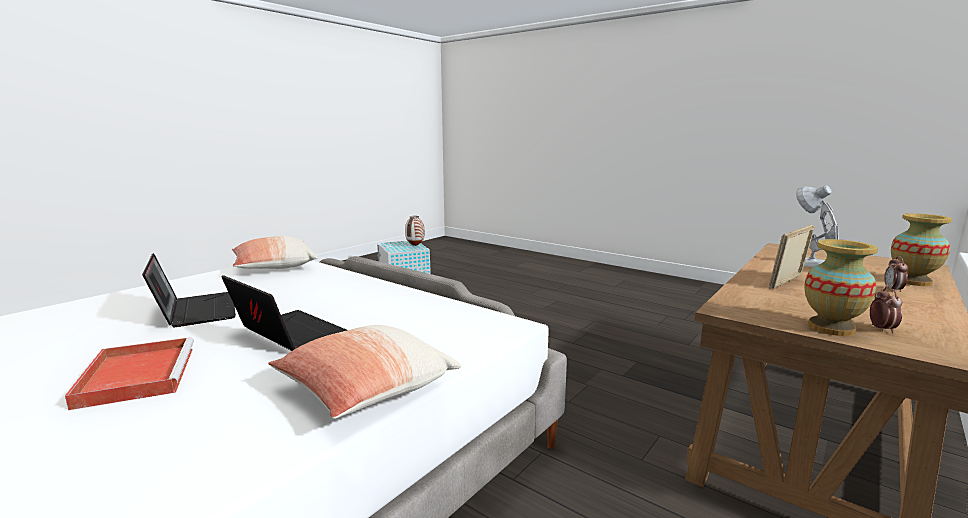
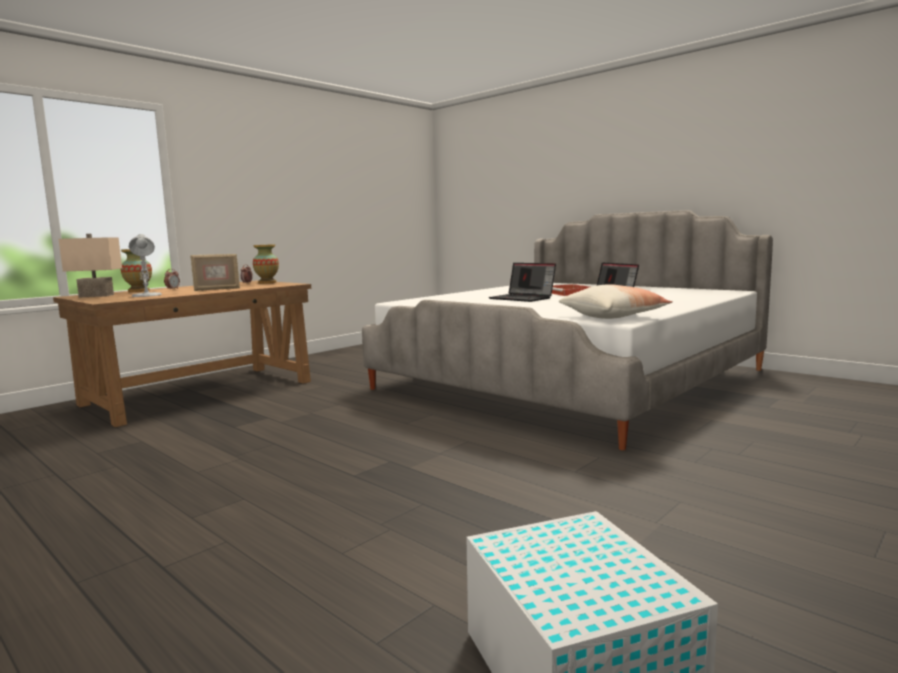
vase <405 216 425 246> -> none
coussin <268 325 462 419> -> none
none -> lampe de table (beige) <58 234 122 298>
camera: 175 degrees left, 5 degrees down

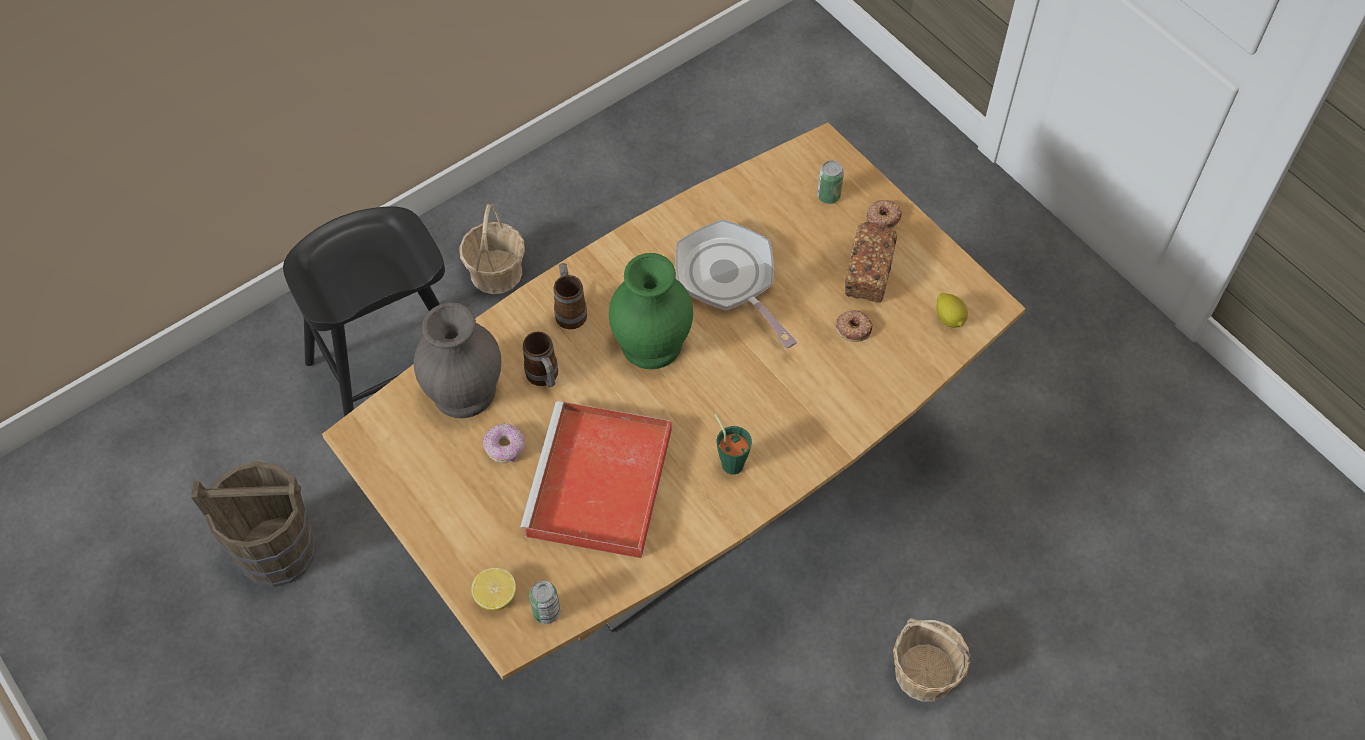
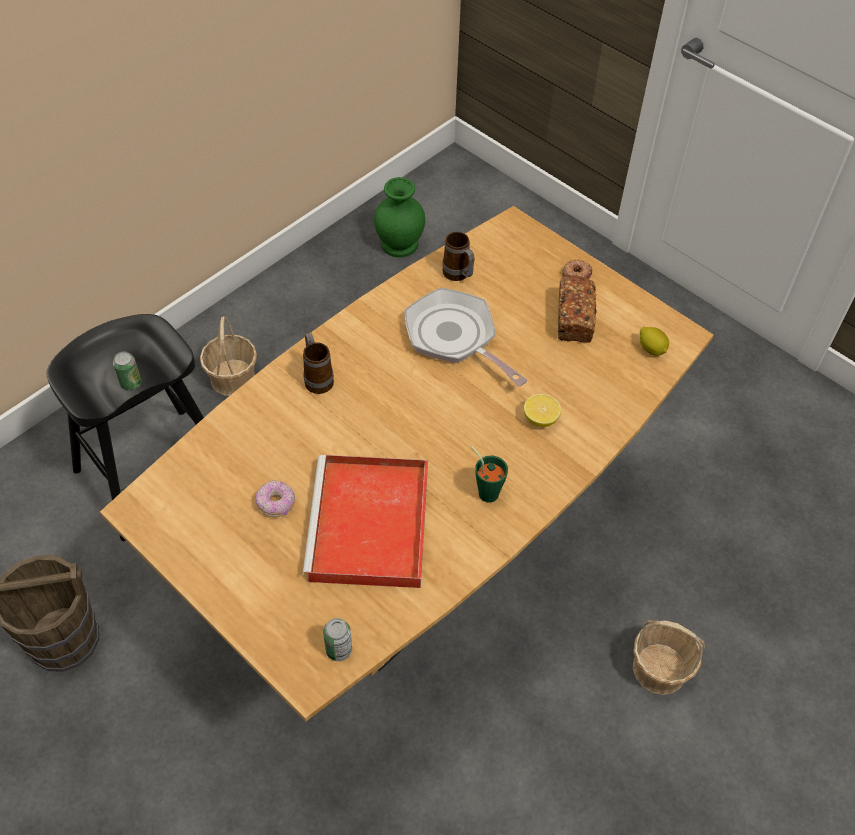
boîte métallique <817 161 844 204> -> boîte métallique <113 351 142 391>, moved
vase (vert) <609 253 693 369> -> vase (vert) <374 177 425 257>, moved
vase (gris) <414 302 501 418> -> none
beignet <835 310 873 342> -> none
mug <523 332 558 387> -> mug <442 232 475 281>, moved
citron <471 568 516 611> -> citron <524 394 561 427>, moved
camera: 10 degrees left, 5 degrees down

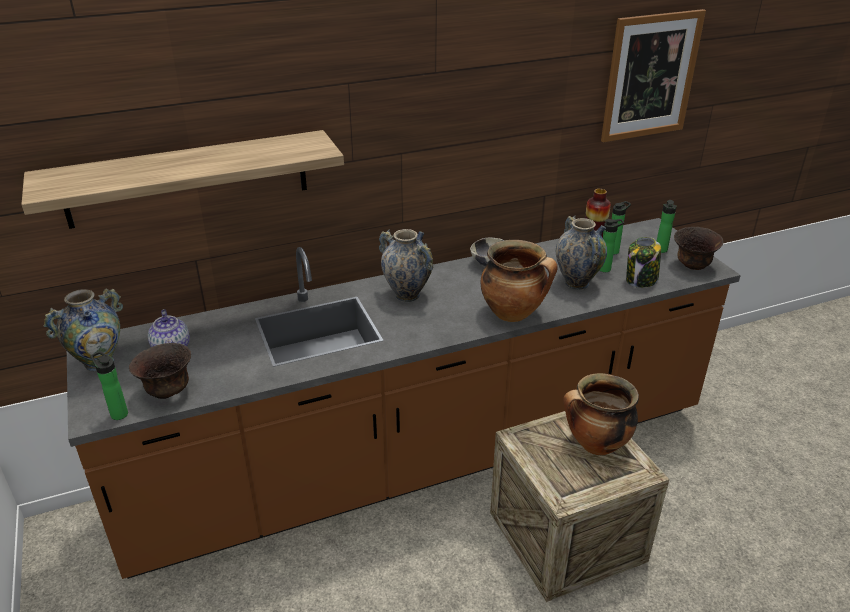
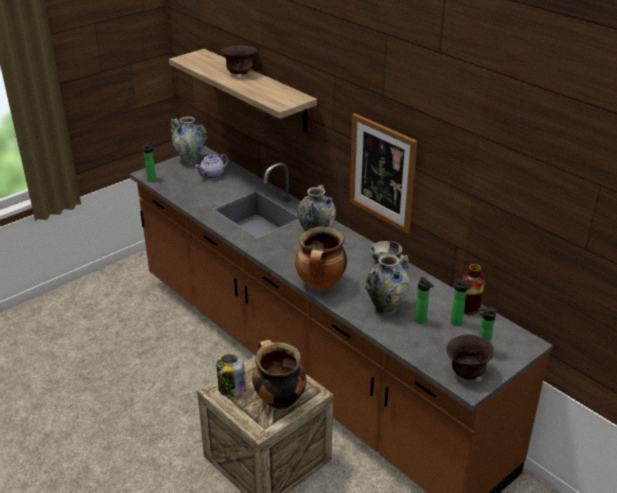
tableau <601 9 706 142> -> tableau <350 113 417 233>, moved
bocal <626 237 661 288> -> bocal <216 354 246 397>, moved
bol (marron) <129 343 191 399> -> bol (marron) <221 45 257 74>, moved
camera: 70 degrees right, 0 degrees up

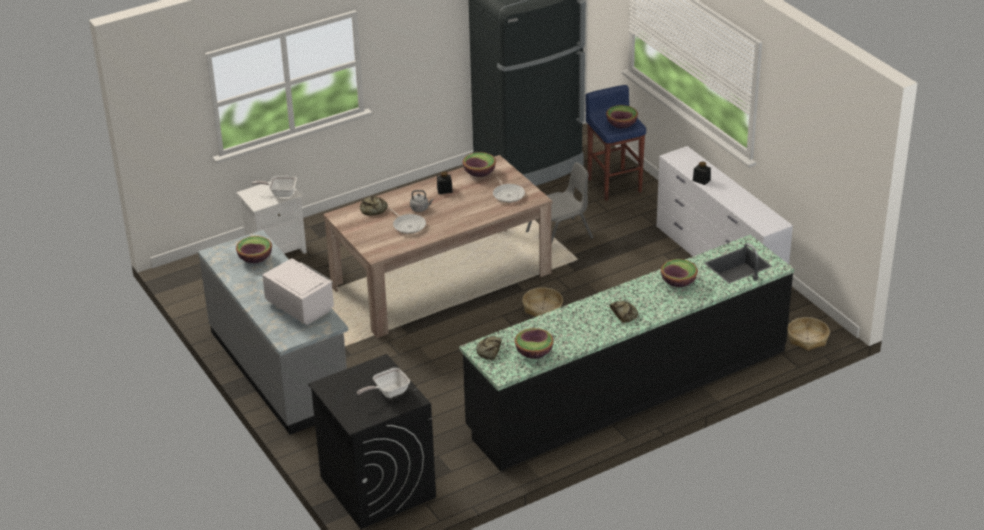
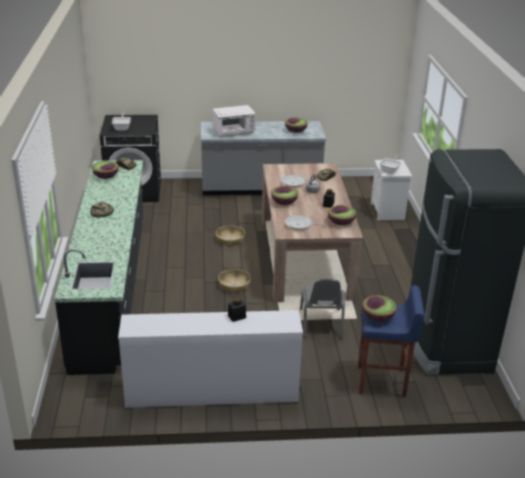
bol <661 259 698 288> -> bol <271 186 298 205>, moved
panier <787 317 830 351> -> panier <216 226 245 247>, moved
camera: 115 degrees right, 5 degrees down

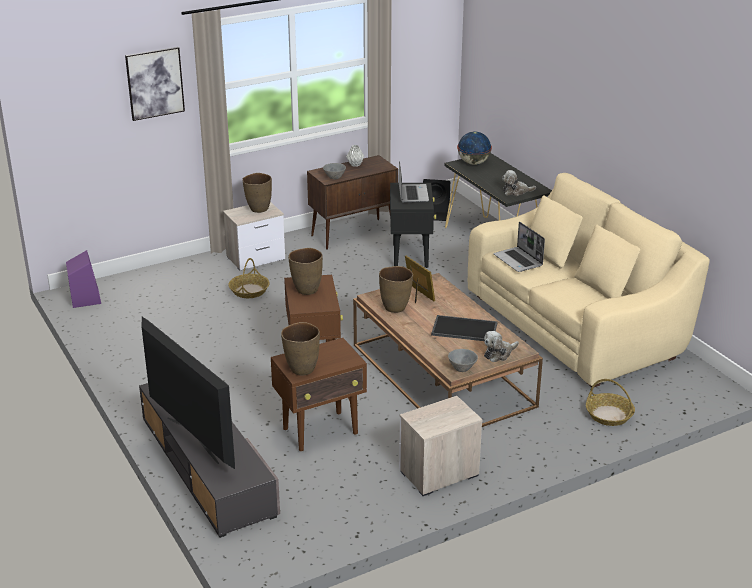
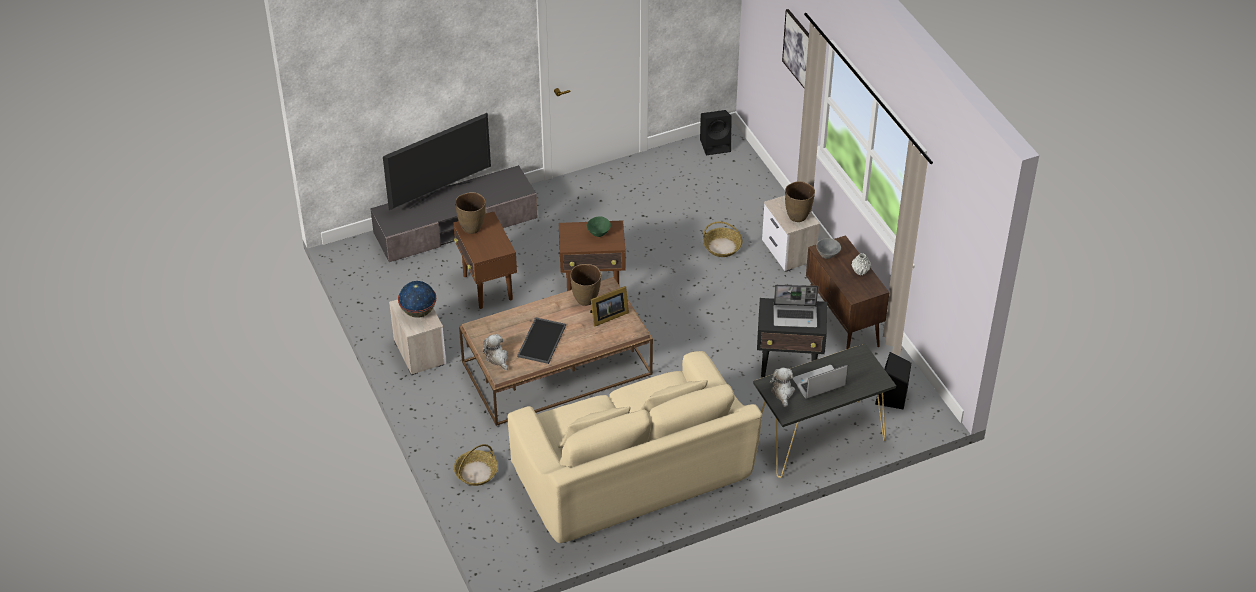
globe <457 131 492 165> -> globe <398 281 436 318>, moved
ordinateur portable <493 222 545 272> -> ordinateur portable <792 365 848 399>, moved
vase (marron) <288 248 323 295> -> bol (vert) <587 216 611 237>
enceinte (violet) <66 250 101 308> -> enceinte (noir) <700 110 731 155>
bol (gris) <448 349 478 372> -> none
camera: 95 degrees right, 15 degrees up

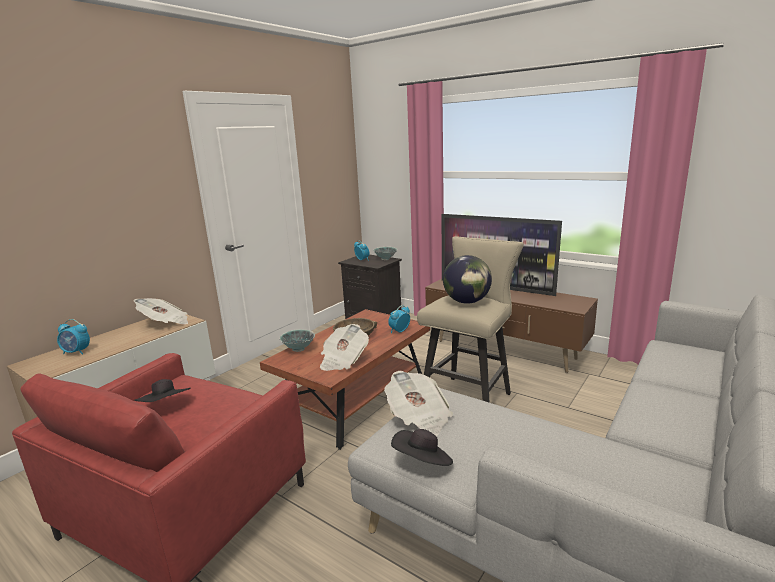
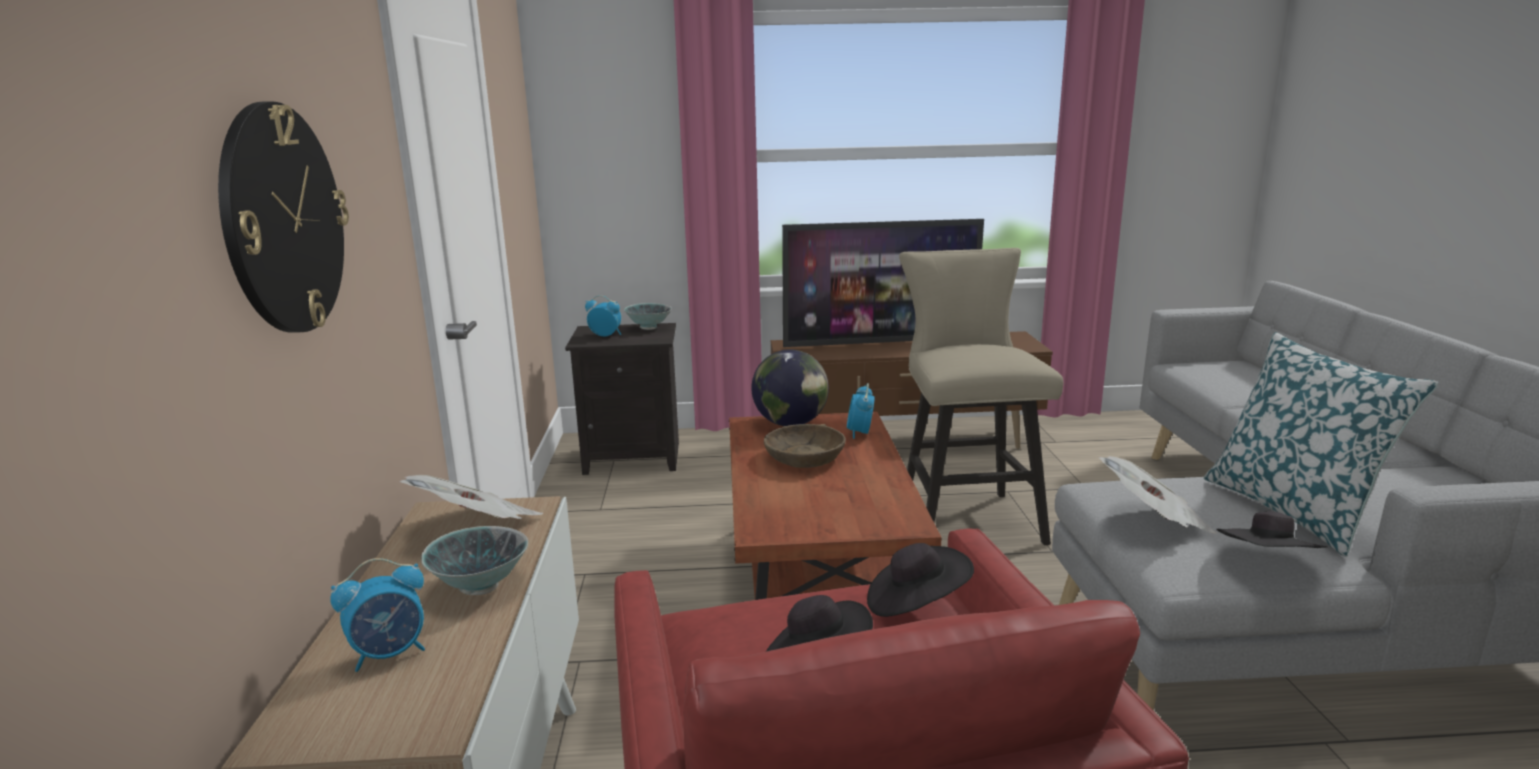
globe <443 255 492 304> -> globe <751 349 829 426>, moved
journal <320 324 369 371> -> none
bol <280 329 315 352> -> bol <421 526 528 595>, moved
none -> horloge murale <218 101 349 333>
none -> coussin <1204 332 1438 557>
none -> chapeau (noir) <867 543 974 617>
camera: 40 degrees left, 0 degrees up

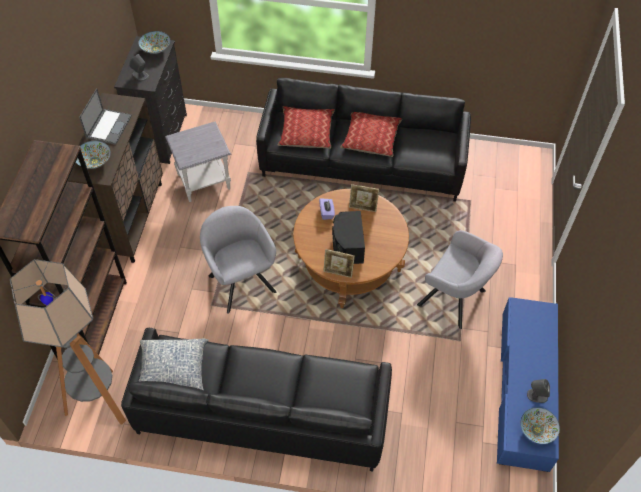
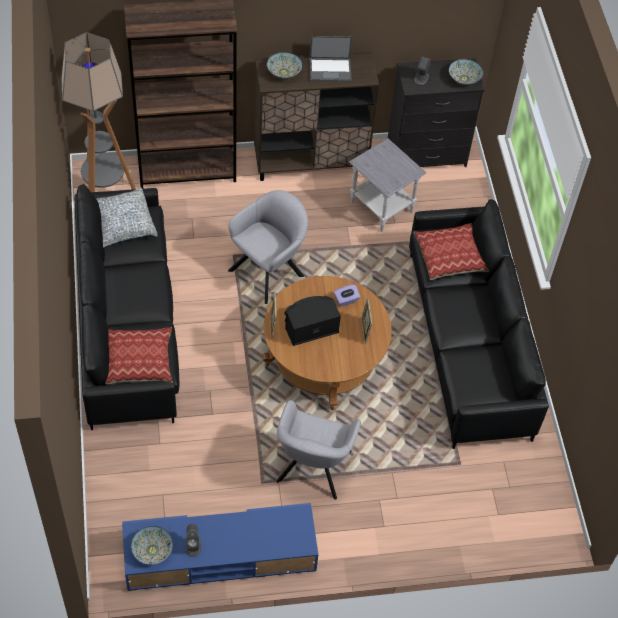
coussin <340 112 402 157> -> coussin <105 327 173 385>, moved
camera: 70 degrees right, 0 degrees up

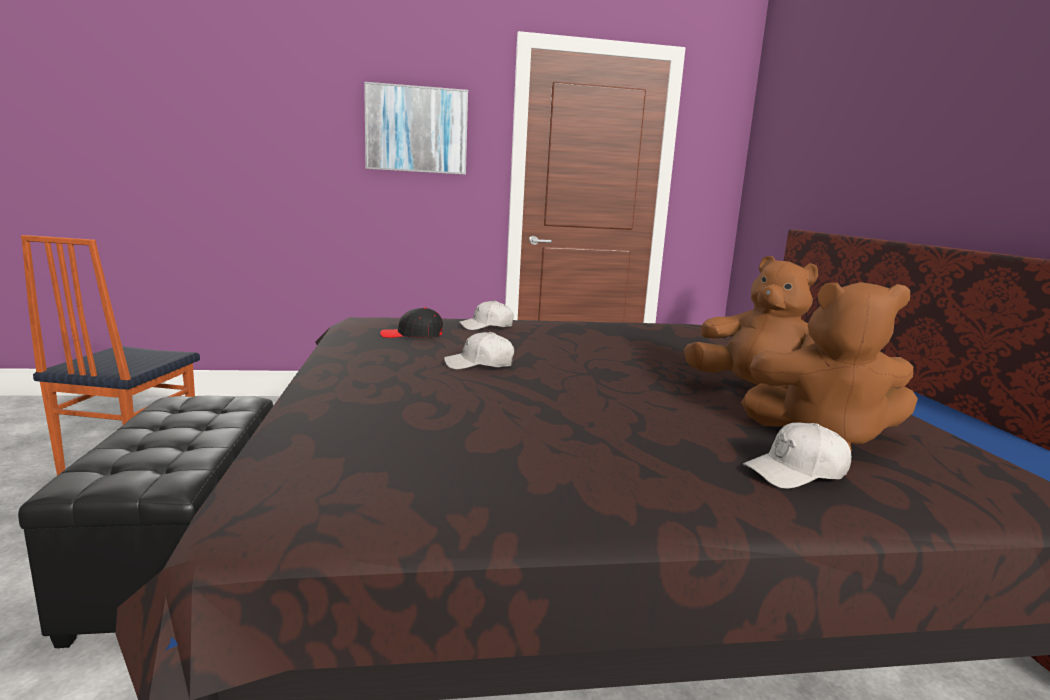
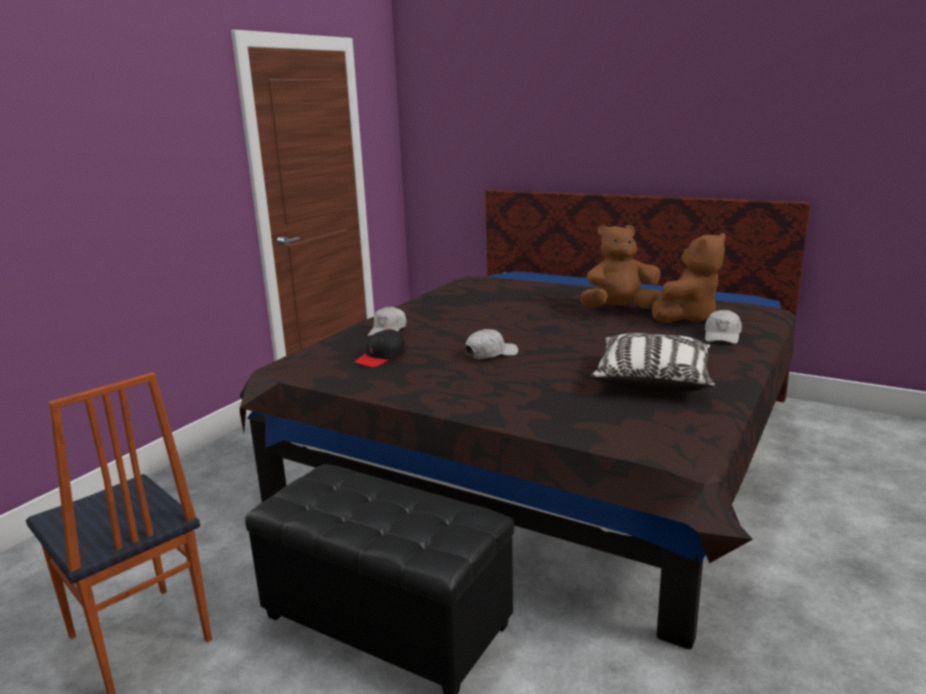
tableau <364 82 468 175> -> none
casquette (blanc) <444 332 514 369> -> casquette (blanc) <465 329 518 359>, 150 degrees counterclockwise
none -> coussin <590 333 715 392>
camera: 50 degrees left, 5 degrees up

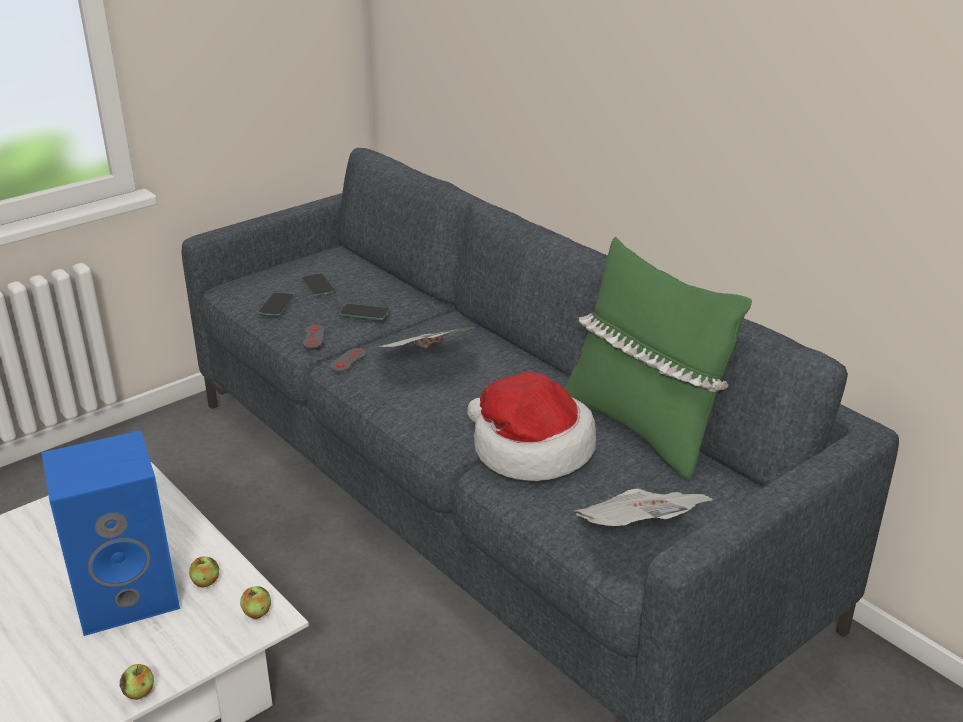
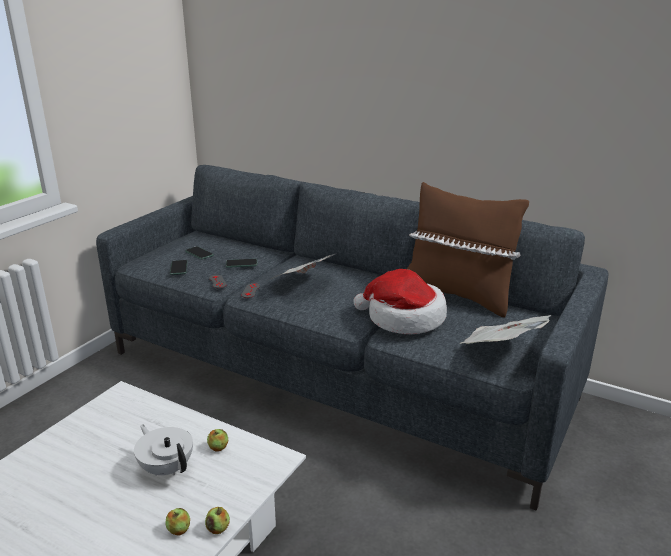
coussin (vert) <565 237 752 481> -> coussin (marron) <407 182 529 317>
enceinte (bleu) <41 430 180 636> -> théière (blanc) <134 425 193 476>
pomme <240 586 271 619> -> pomme <165 508 190 536>, moved
camera: 20 degrees left, 5 degrees down

